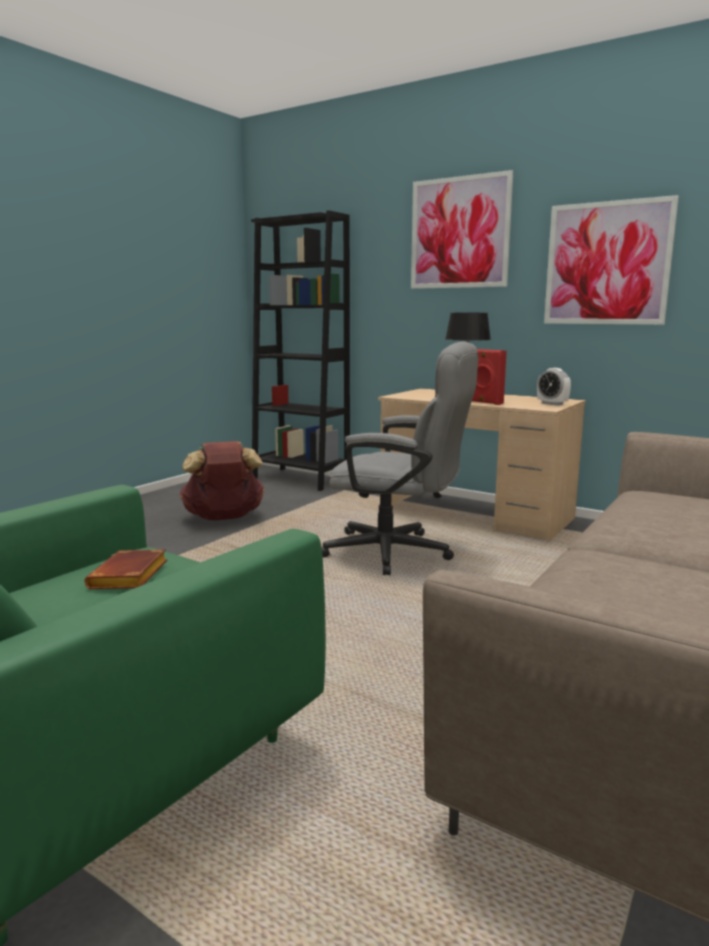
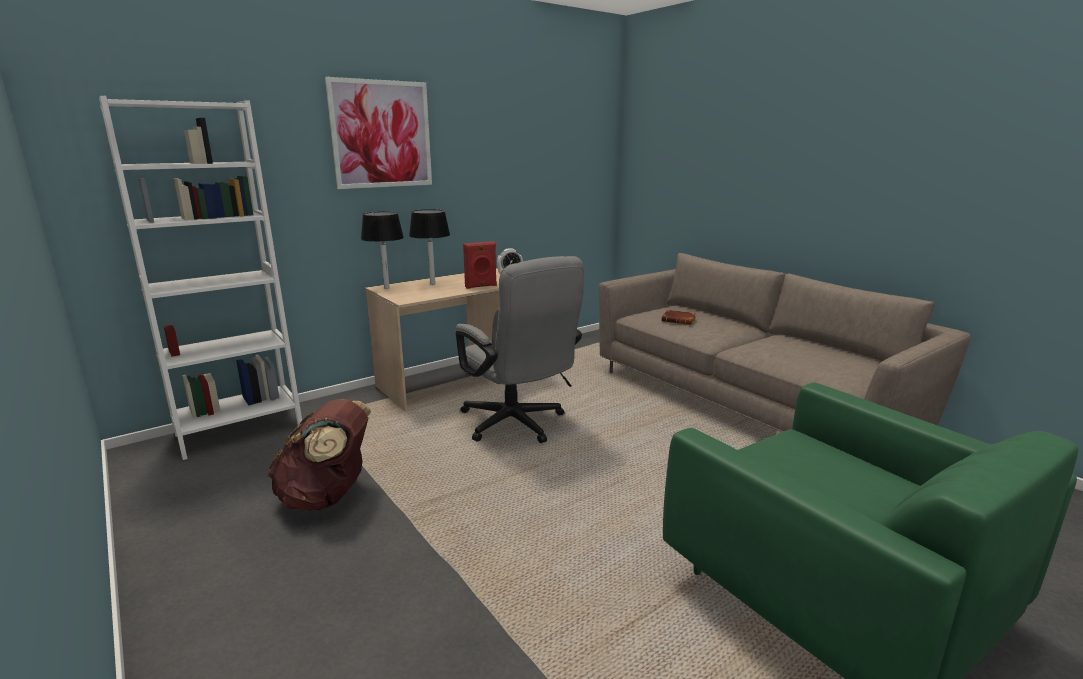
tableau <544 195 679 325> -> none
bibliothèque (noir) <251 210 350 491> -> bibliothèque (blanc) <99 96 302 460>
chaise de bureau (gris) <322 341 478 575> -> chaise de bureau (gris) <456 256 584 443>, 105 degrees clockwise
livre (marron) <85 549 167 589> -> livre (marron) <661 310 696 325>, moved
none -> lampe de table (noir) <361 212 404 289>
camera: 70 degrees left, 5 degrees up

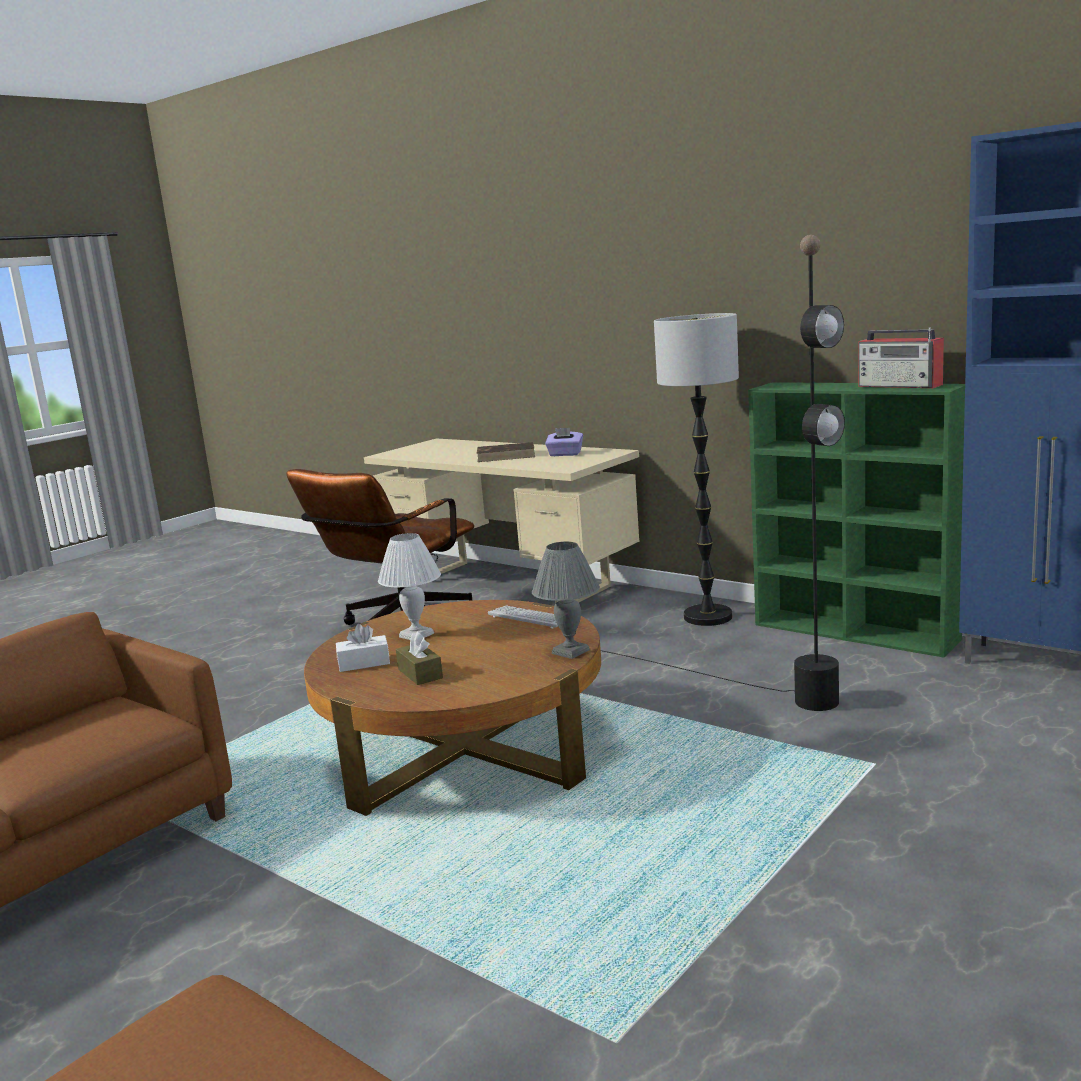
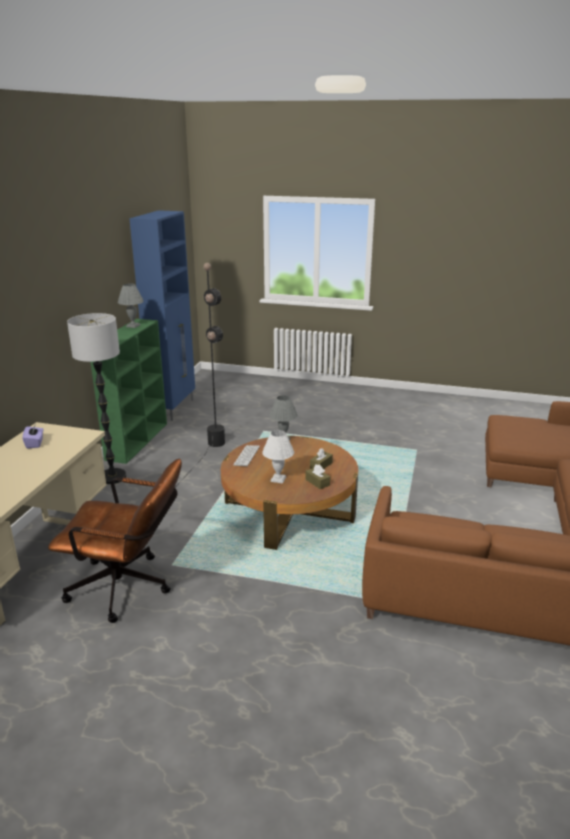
radio <858 327 944 388> -> lampe de table (gris) <118 284 144 328>
livre (marron) <477 442 535 462> -> none
boîte à mouchoirs (blanc) <336 624 390 672> -> boîte à mouchoirs (marron) <305 464 330 489>
camera: 115 degrees left, 10 degrees up

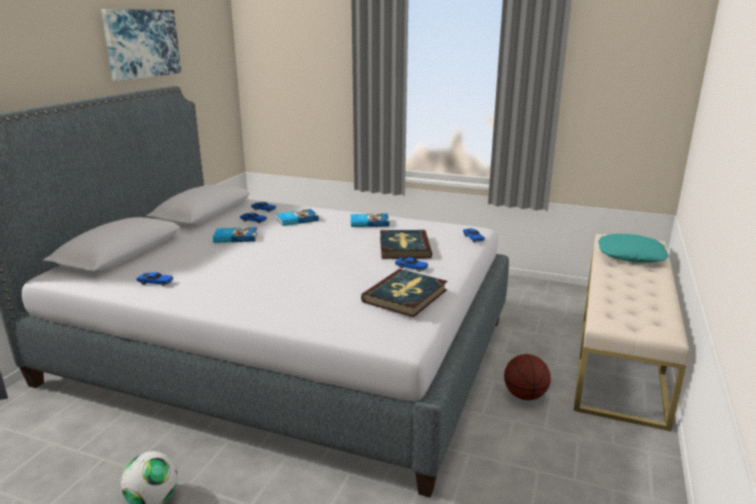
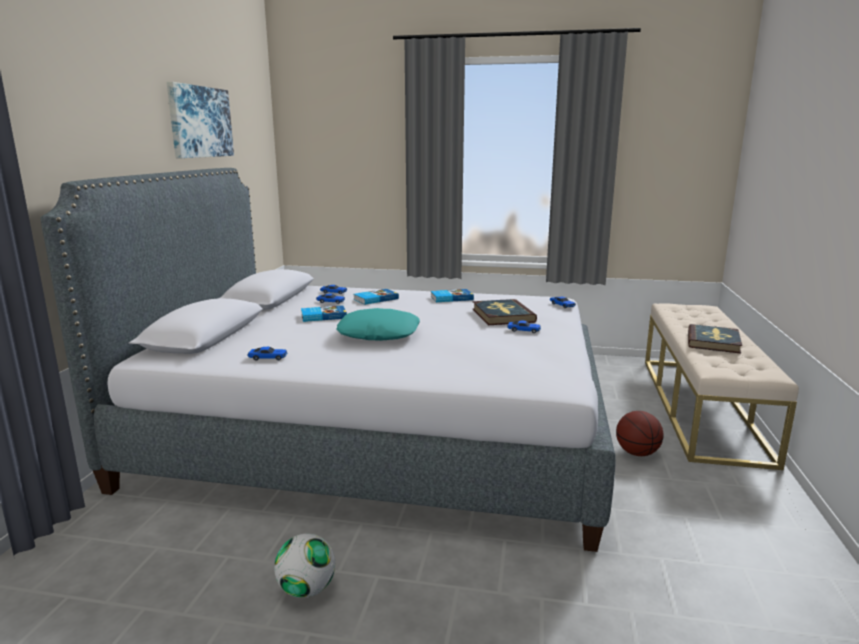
coussin (turquoise) <598 234 669 263> -> coussin (turquoise) <336 308 420 341>, moved
livre <361 269 447 317> -> livre <688 324 742 354>, moved
camera: 10 degrees left, 5 degrees down

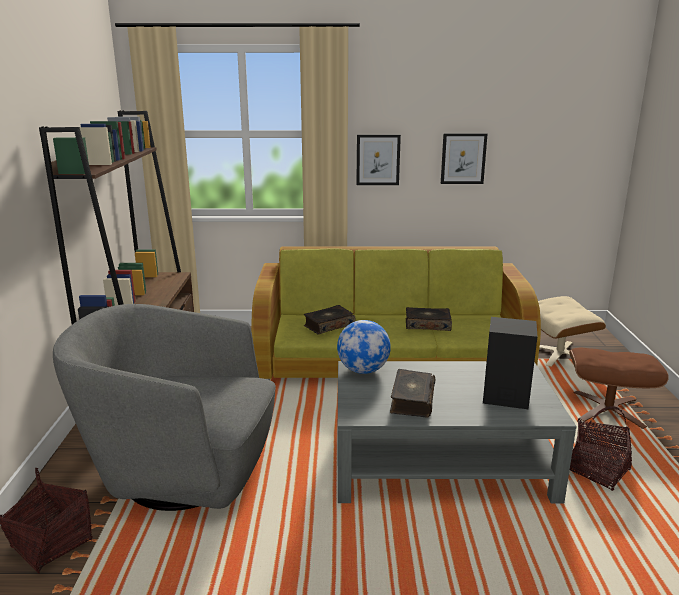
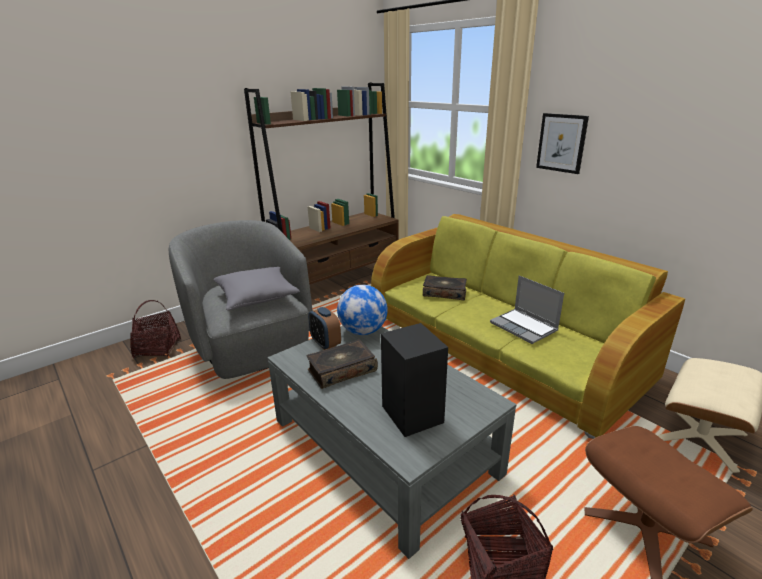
tableau <441 133 487 184> -> none
livre <406 307 452 331> -> ordinateur portable <490 275 564 344>
none -> coussin (gris) <213 267 300 310>
none -> réveil <308 307 341 350>
camera: 50 degrees right, 5 degrees up

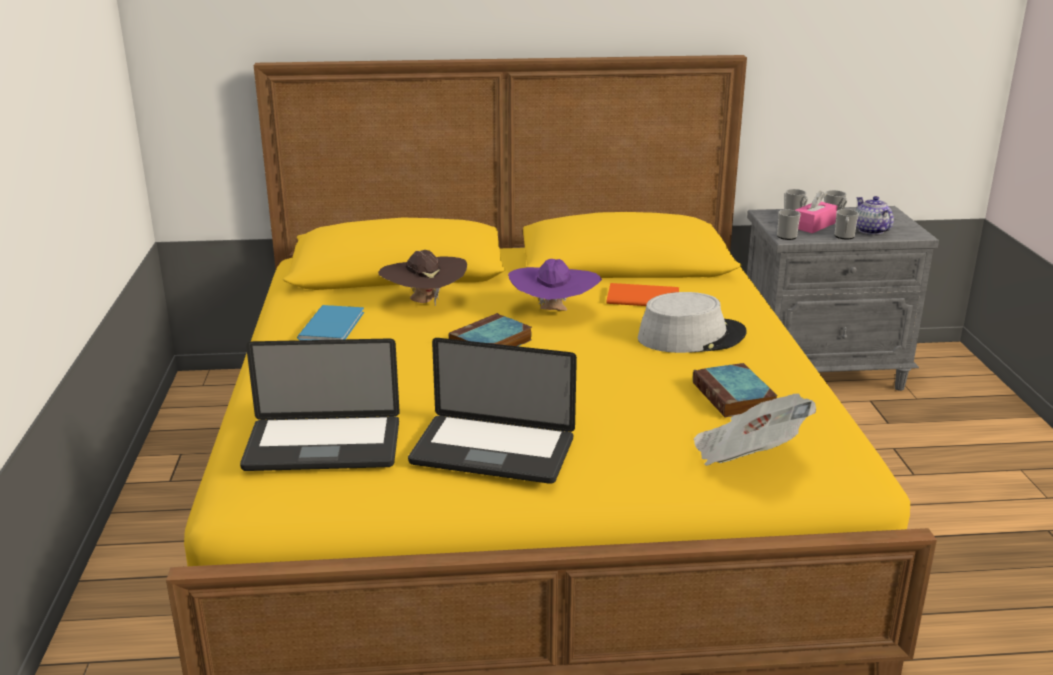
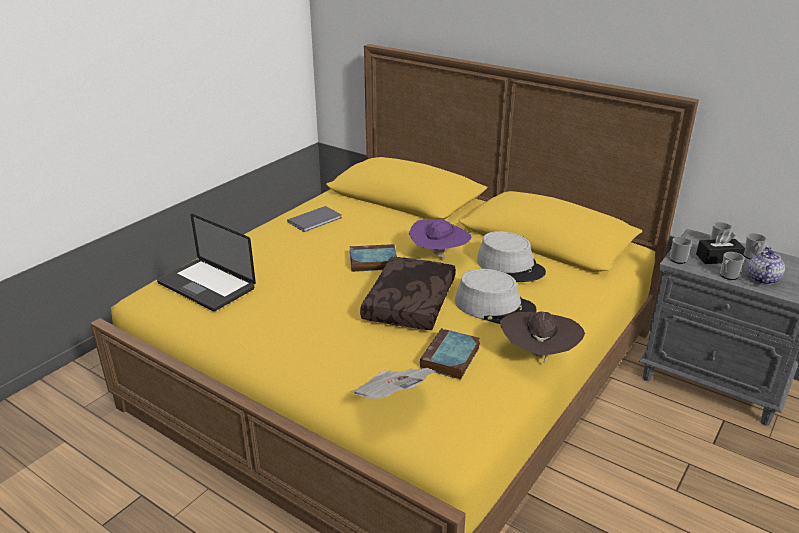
boîte à mouchoirs (rose) <795 190 837 233> -> boîte à mouchoirs (noir) <696 230 745 264>
chapeau (marron) <378 250 467 306> -> chapeau (marron) <500 311 585 363>, moved
livre (orange) <607 283 679 306> -> chapeau (gris) <477 231 546 282>
livre (bleu) <297 305 364 340> -> livre (gris) <287 206 342 232>
ordinateur portable <408 338 577 484> -> none
none -> coussin (marron) <360 257 456 330>
camera: 40 degrees right, 5 degrees up

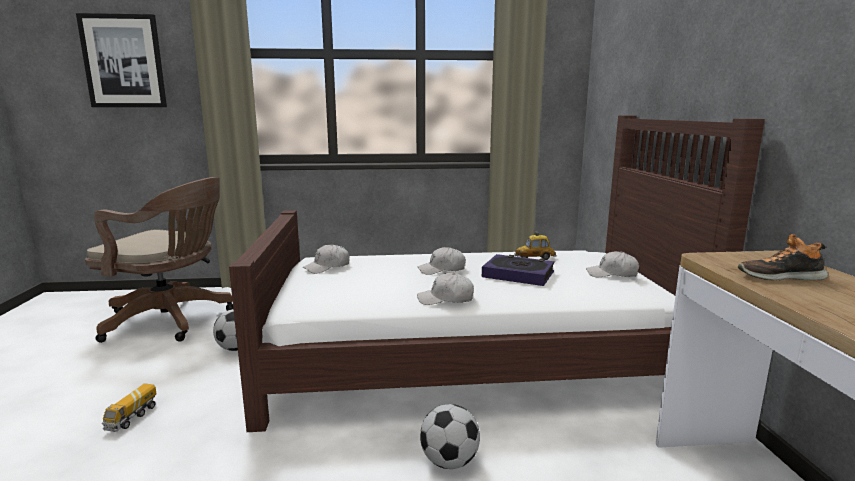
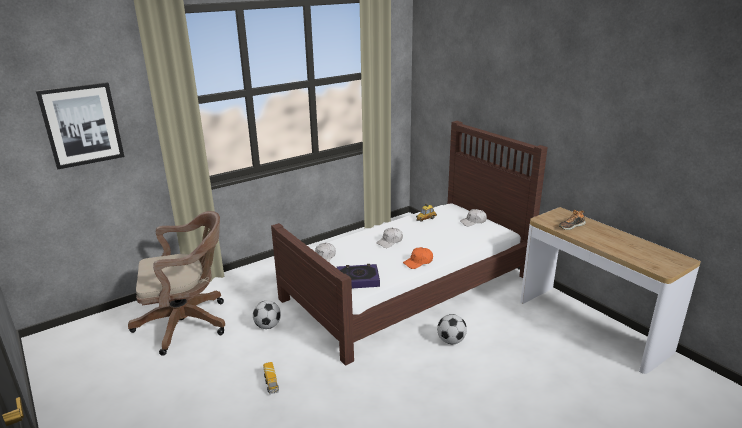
livre <482 254 555 286> -> livre <337 264 380 288>, moved
casquette (blanc) <417 273 474 305> -> casquette (orange) <403 247 433 269>
camera: 30 degrees left, 10 degrees up

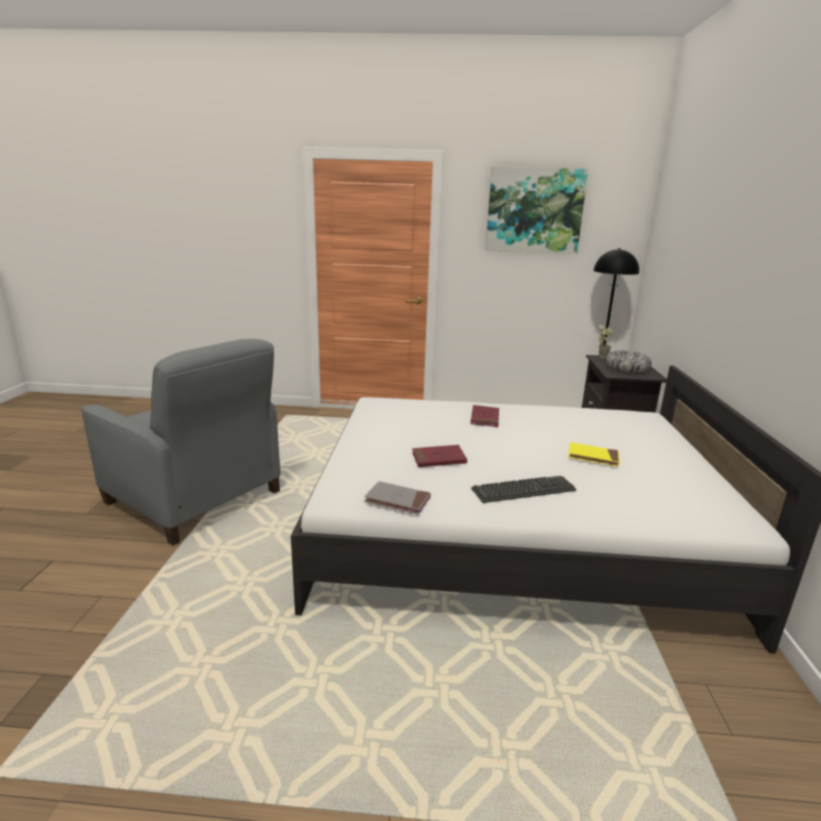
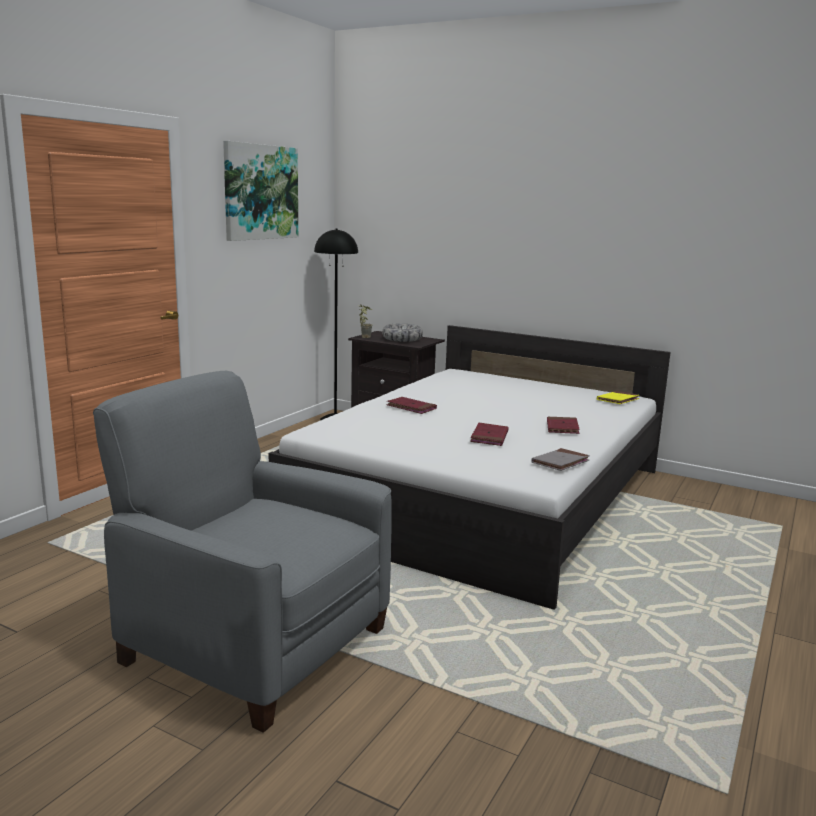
fauteuil (gris) <81 339 281 545> -> fauteuil (gris) <93 371 392 733>, 120 degrees counterclockwise
livre (jaune) <568 442 620 467> -> livre (jaune) <597 391 639 404>, moved
clavier <471 476 576 503> -> livre (rouge) <547 417 580 434>
camera: 65 degrees left, 5 degrees down

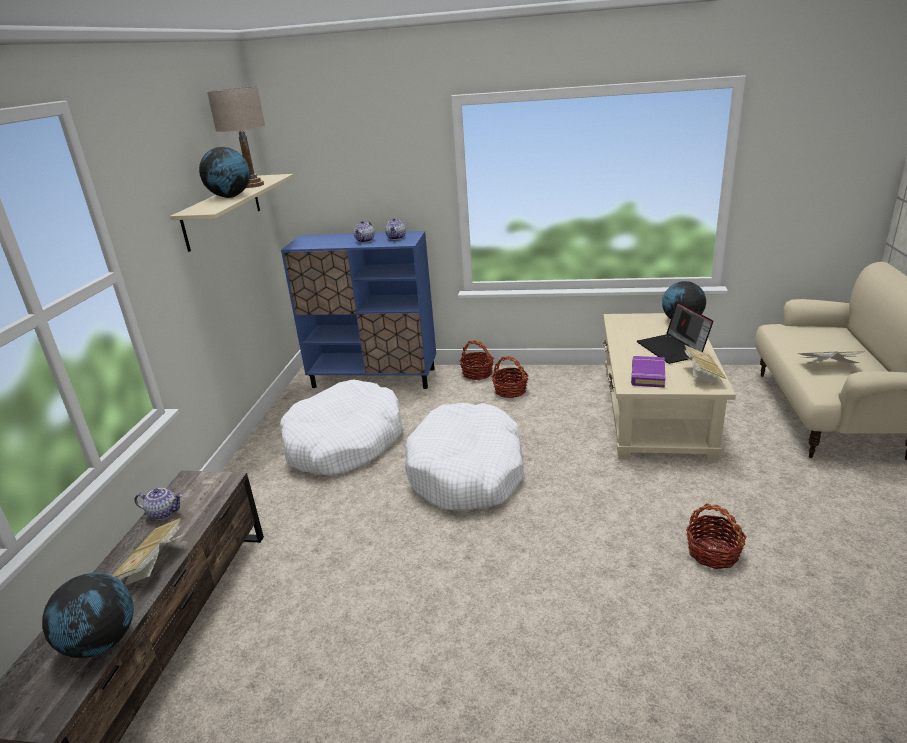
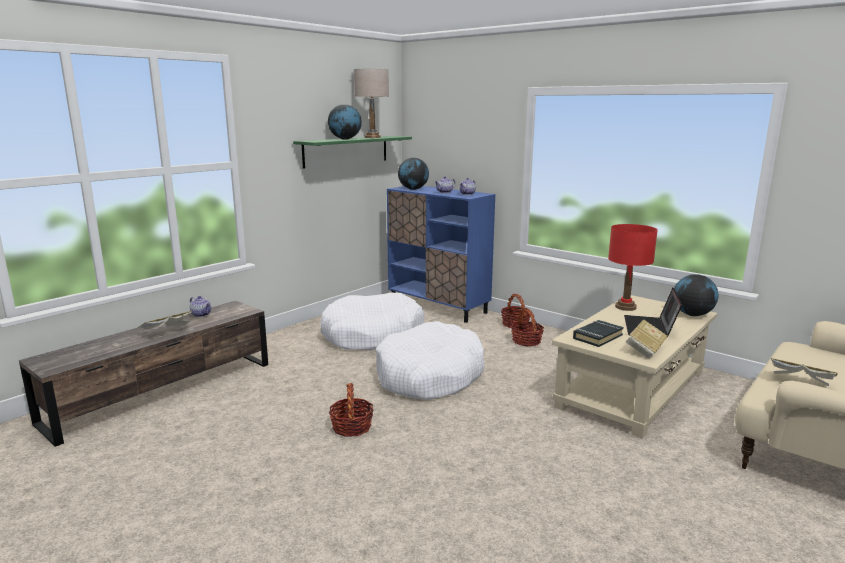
étagère (beige) <170 174 294 252> -> étagère (vert) <293 136 412 169>
livre (violet) <631 356 665 388> -> livre (noir) <573 320 624 347>
panier <686 504 747 569> -> panier <329 383 374 437>, moved
globe <42 573 134 658> -> globe <398 158 429 190>, moved
none -> lampe de table (rouge) <608 224 658 311>
camera: 30 degrees right, 10 degrees down

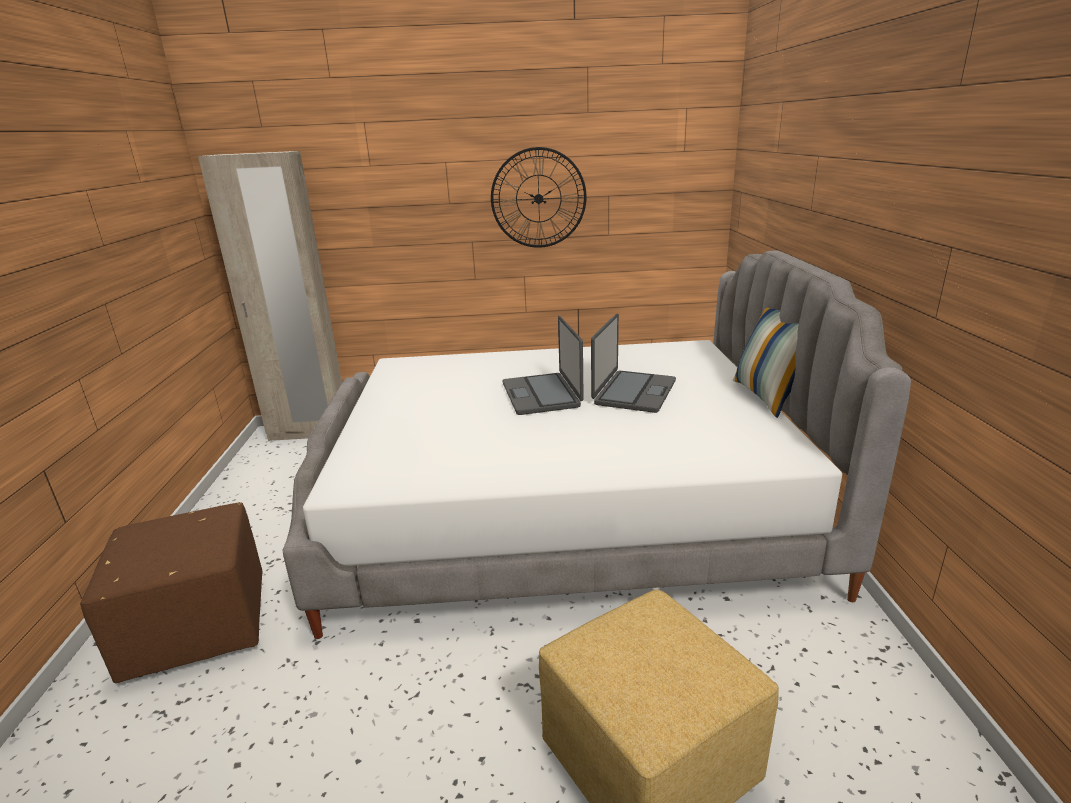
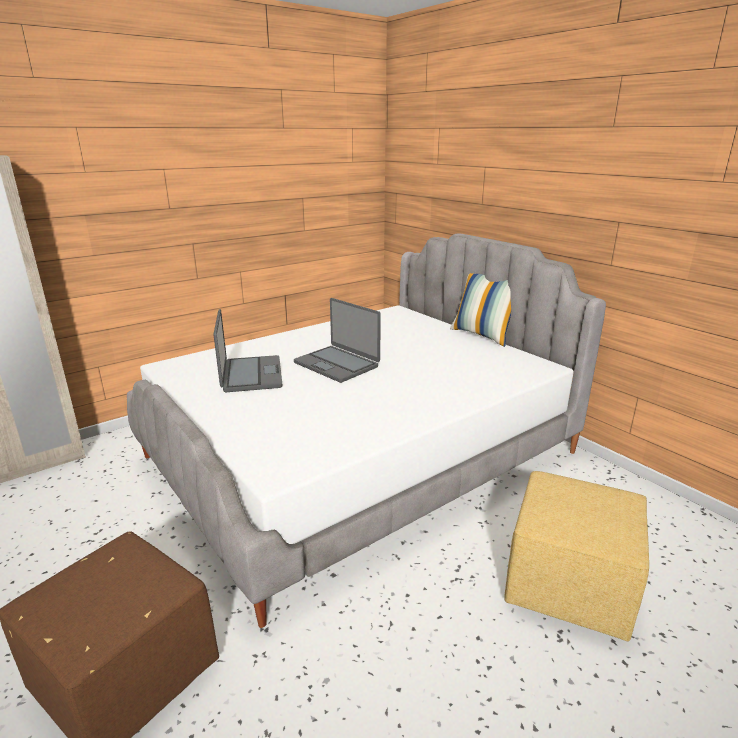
horloge murale <491 147 587 248> -> none
ordinateur portable <591 313 676 413> -> ordinateur portable <214 309 283 392>, moved
camera: 35 degrees left, 0 degrees up

